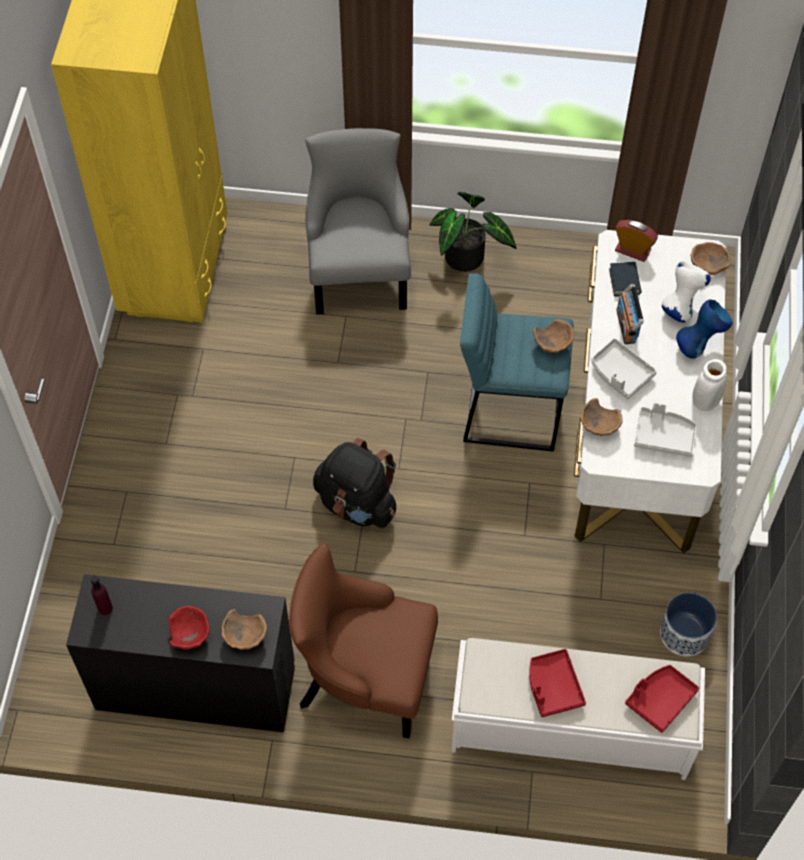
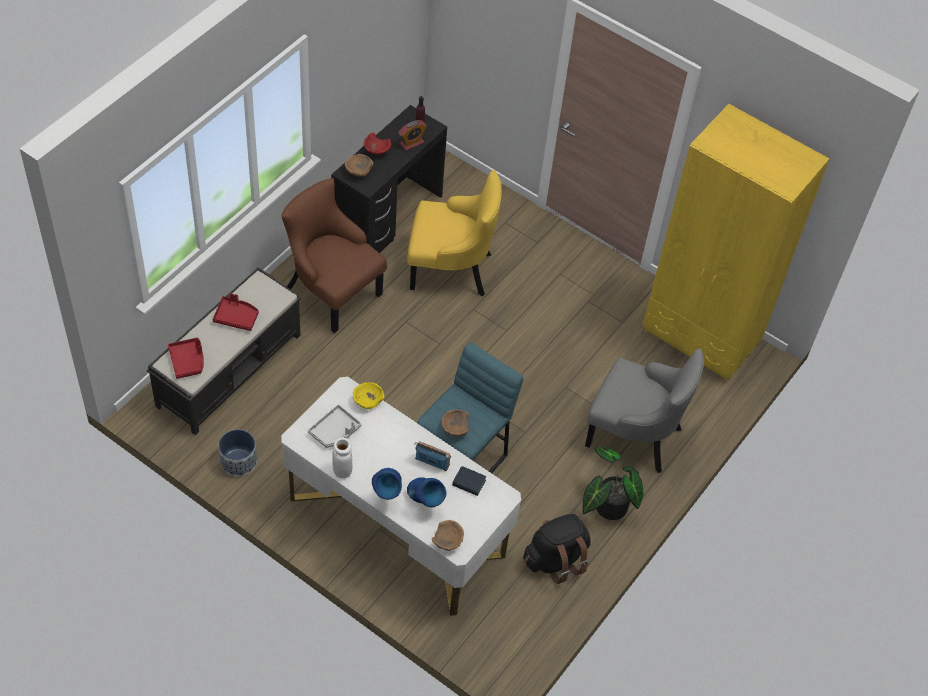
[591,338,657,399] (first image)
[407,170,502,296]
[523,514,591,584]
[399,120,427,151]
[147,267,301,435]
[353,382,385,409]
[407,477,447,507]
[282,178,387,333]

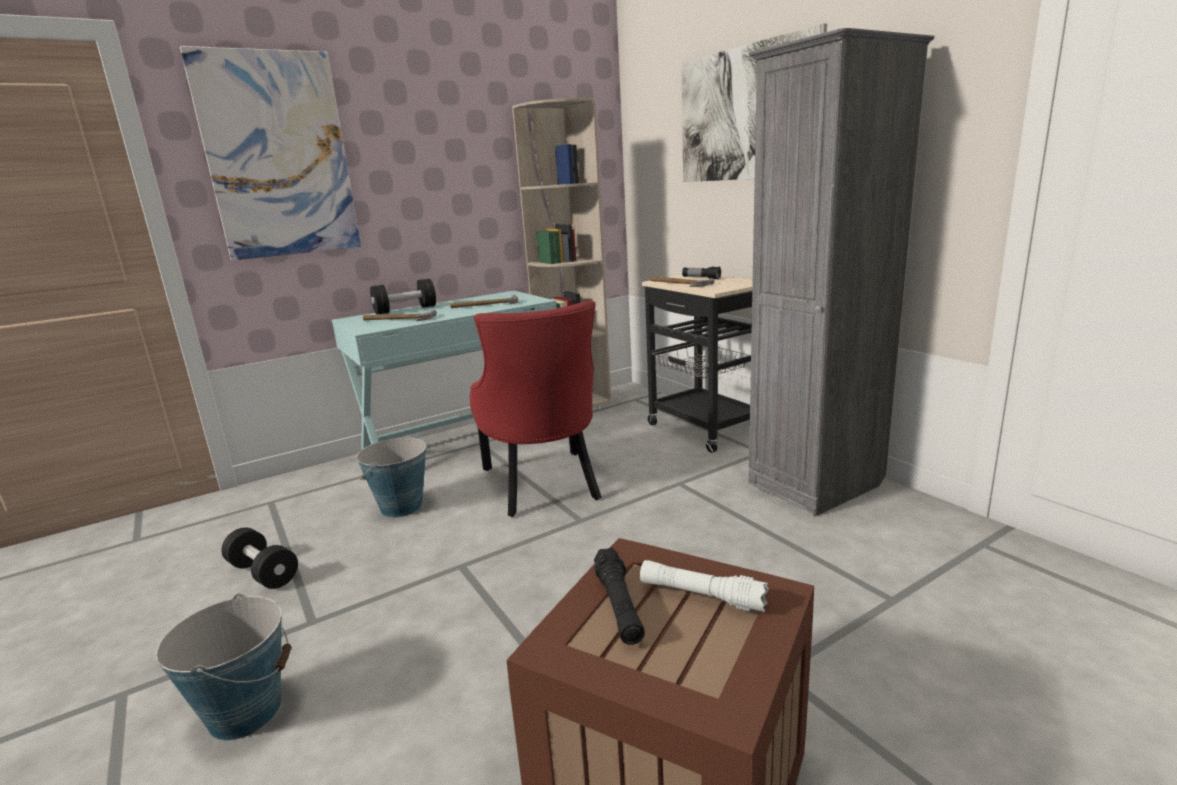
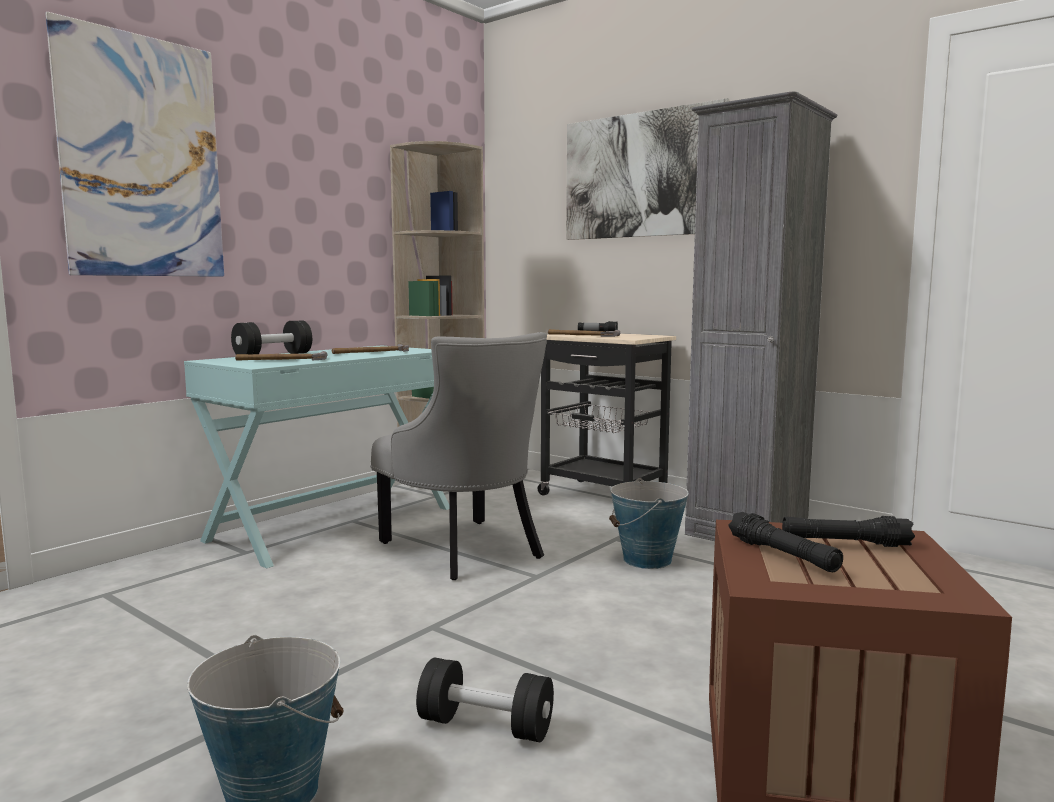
[416,658,554,742]
[609,478,689,569]
[370,332,547,580]
[782,516,915,547]

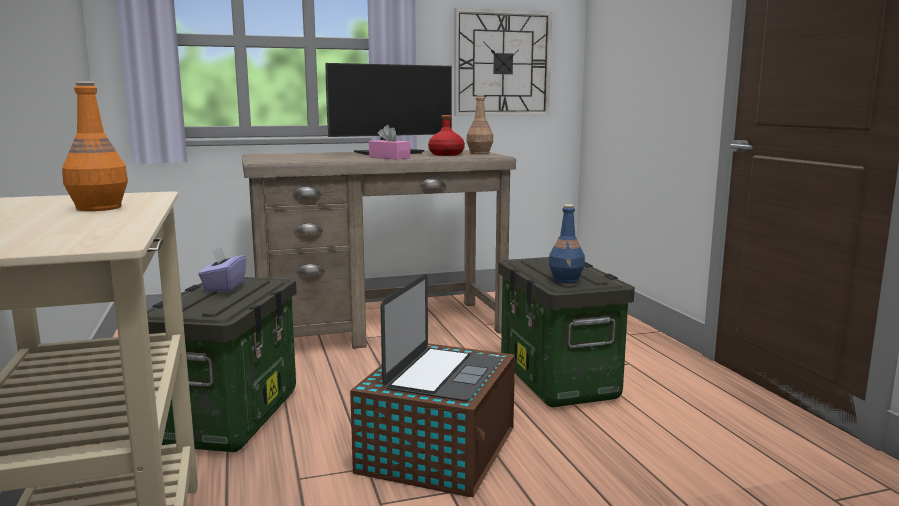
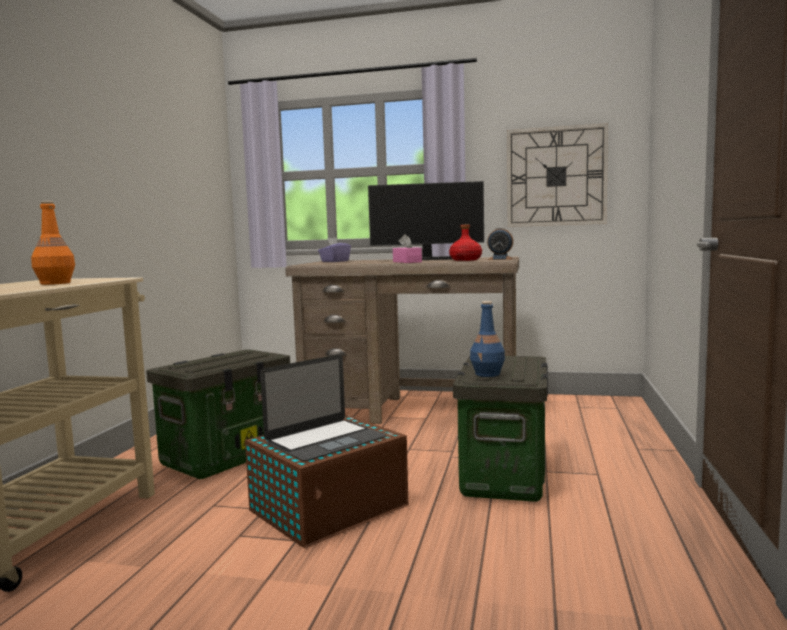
[318,238,351,262]
[487,228,513,260]

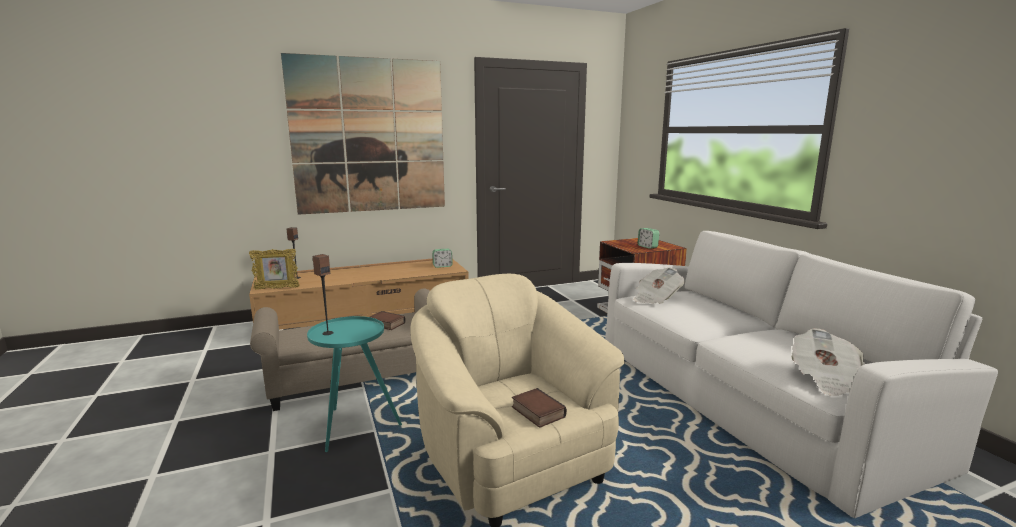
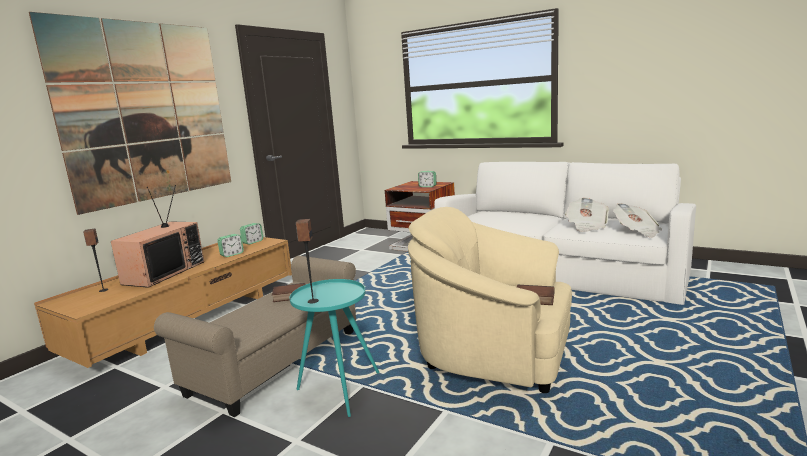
[249,249,300,290] (first image)
[111,185,204,288]
[217,234,244,257]
[565,198,609,232]

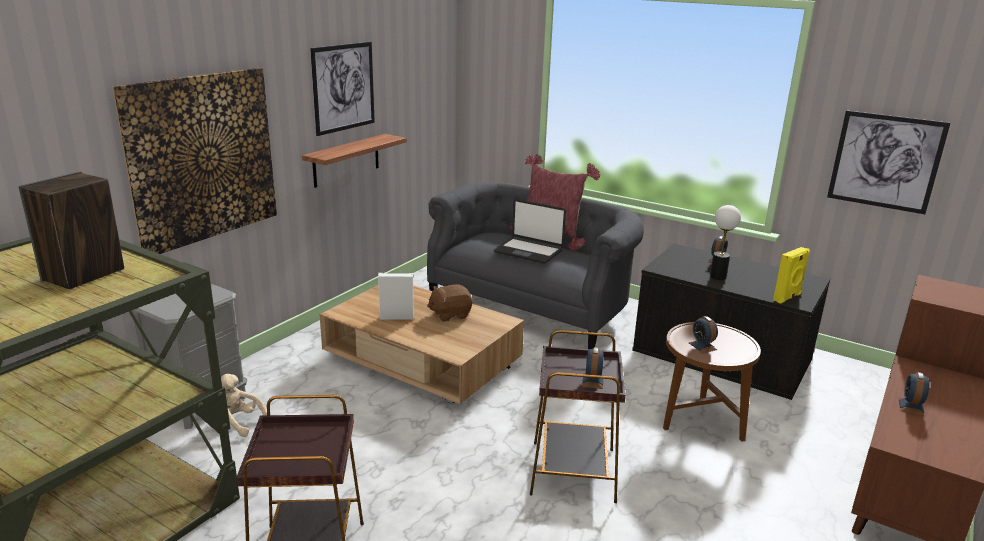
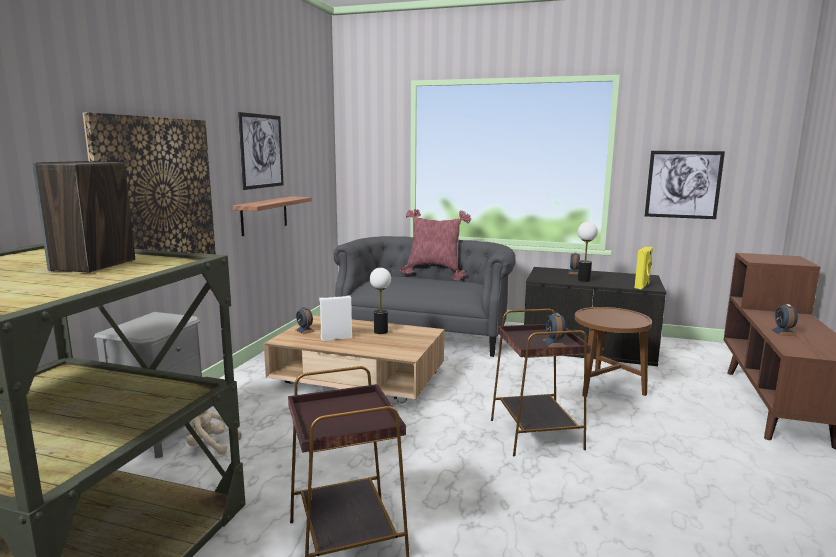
[494,199,566,263] (first image)
[295,307,315,334]
[370,268,391,334]

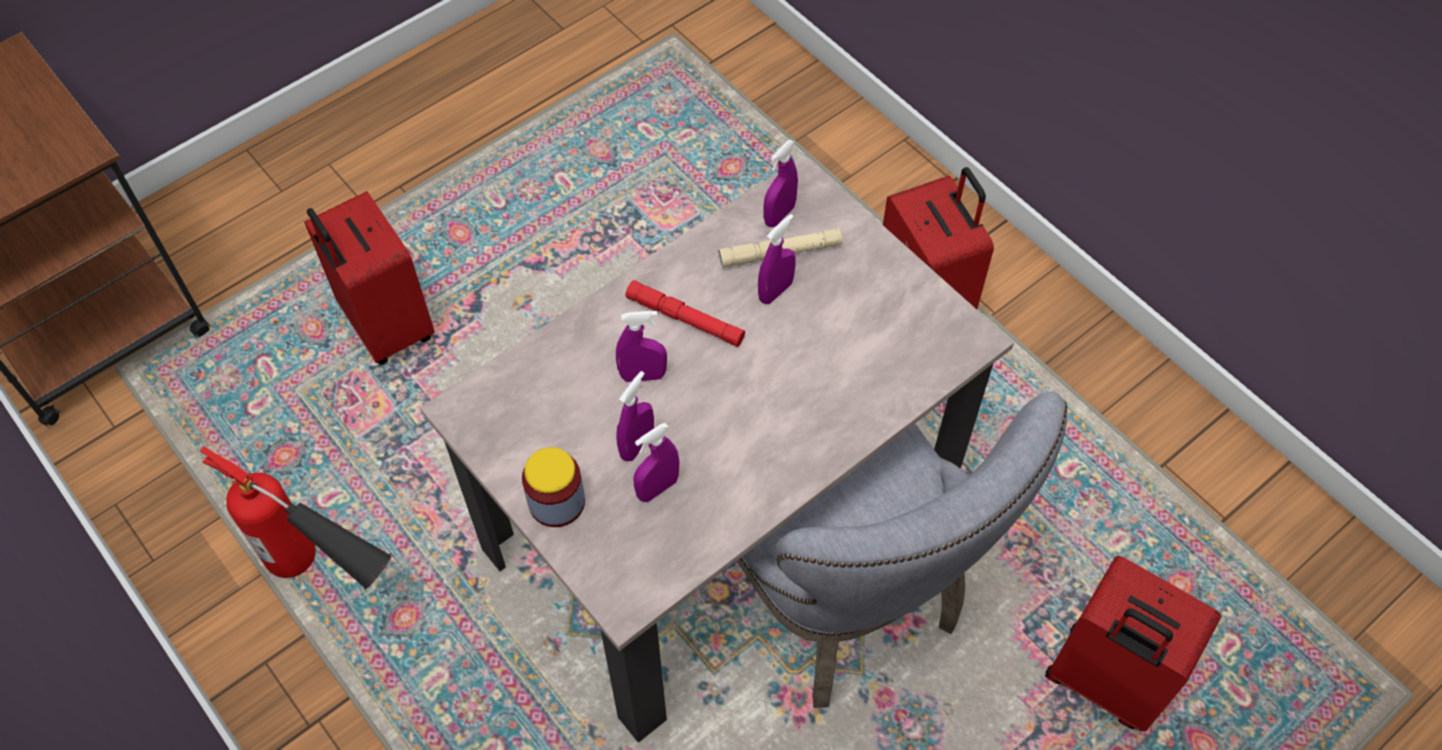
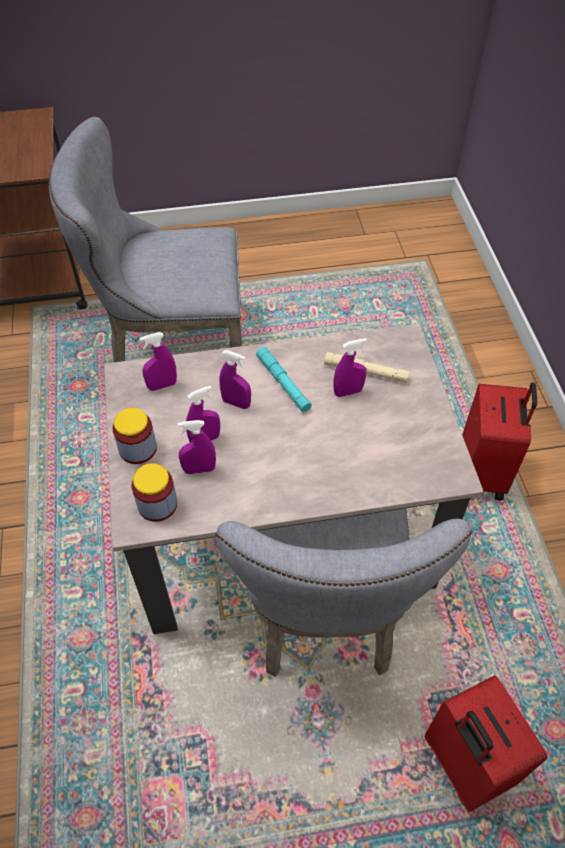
[200,446,392,590] (first image)
[132,463,177,522]
[139,333,177,391]
[49,117,242,362]
[256,347,312,412]

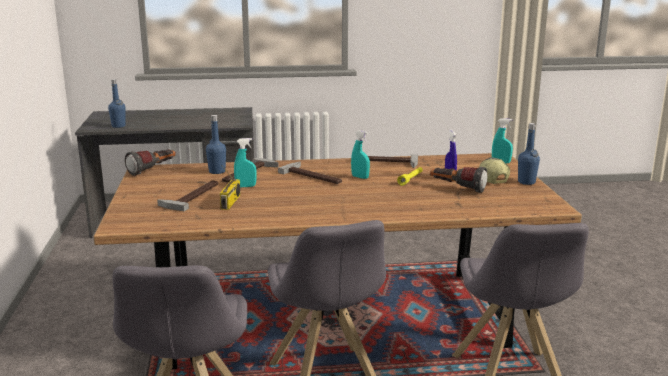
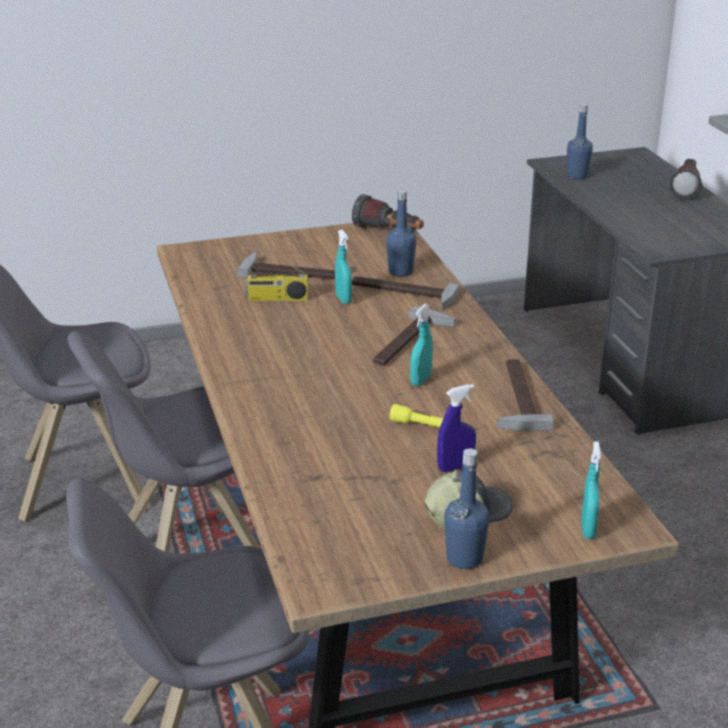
[669,159,703,199]

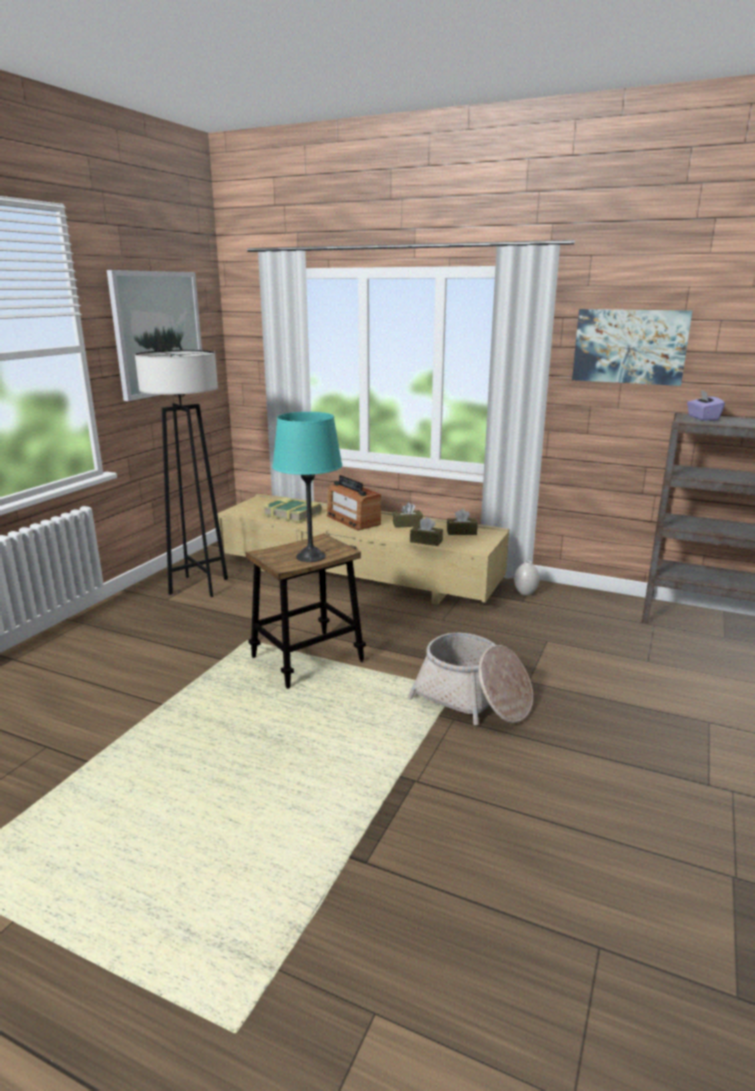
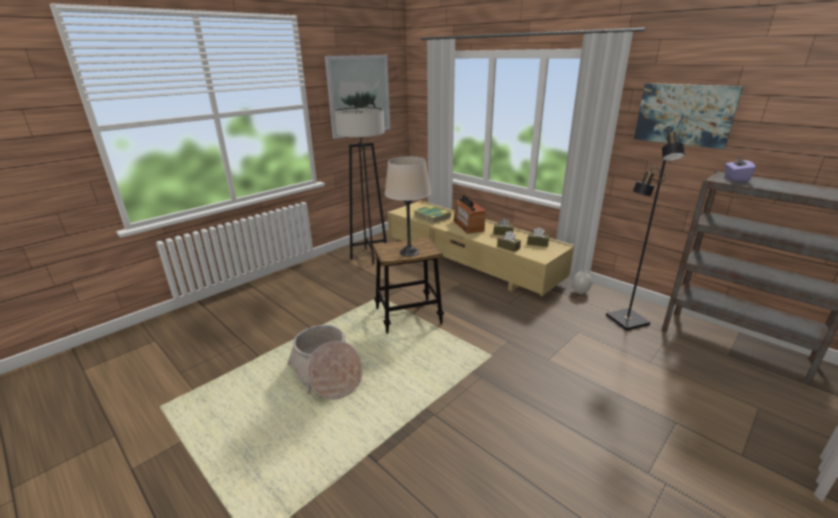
[606,129,685,331]
[288,325,363,400]
[385,157,431,257]

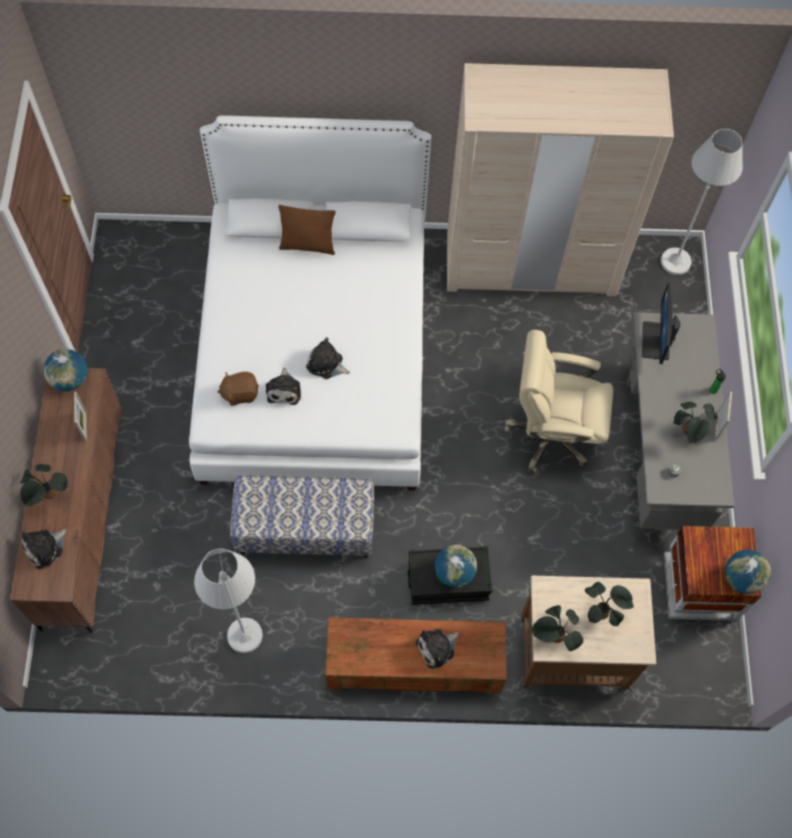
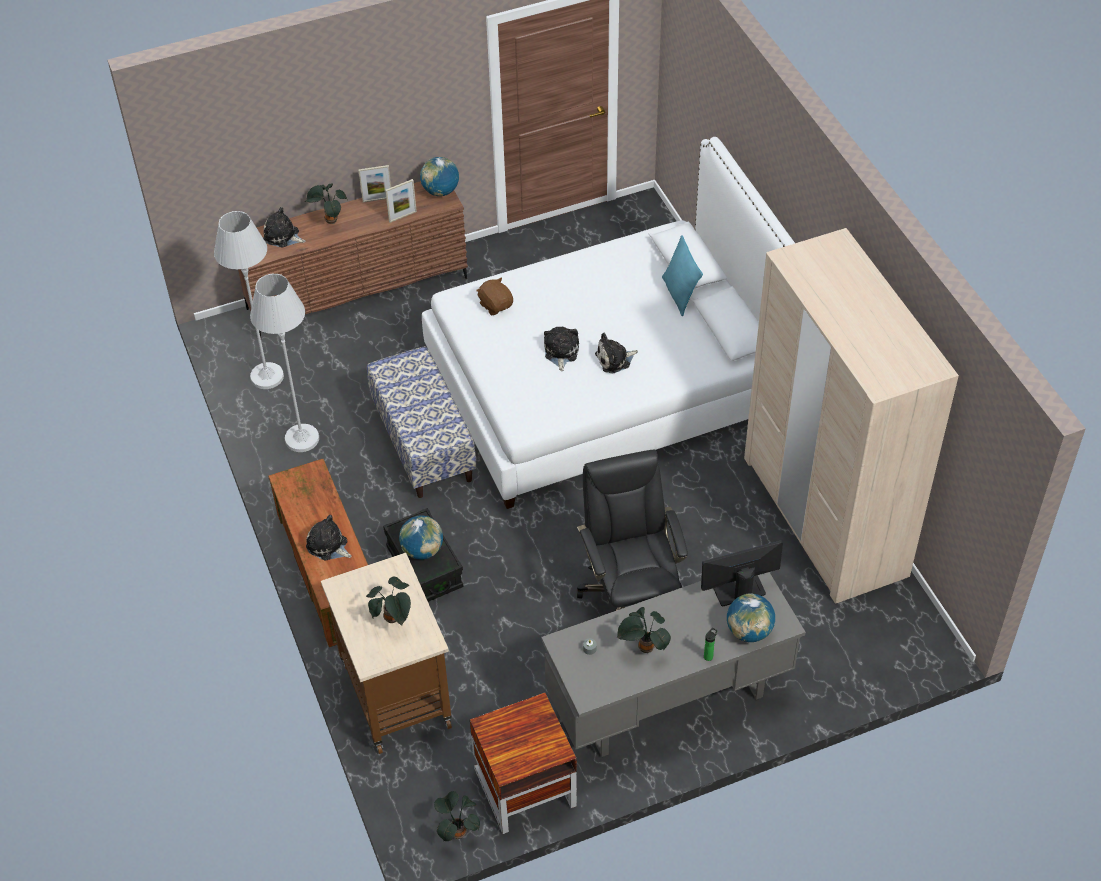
[595,333,638,373]
[434,791,480,841]
[214,211,284,389]
[358,165,391,202]
[727,593,775,642]
[662,236,703,316]
[577,449,688,611]

